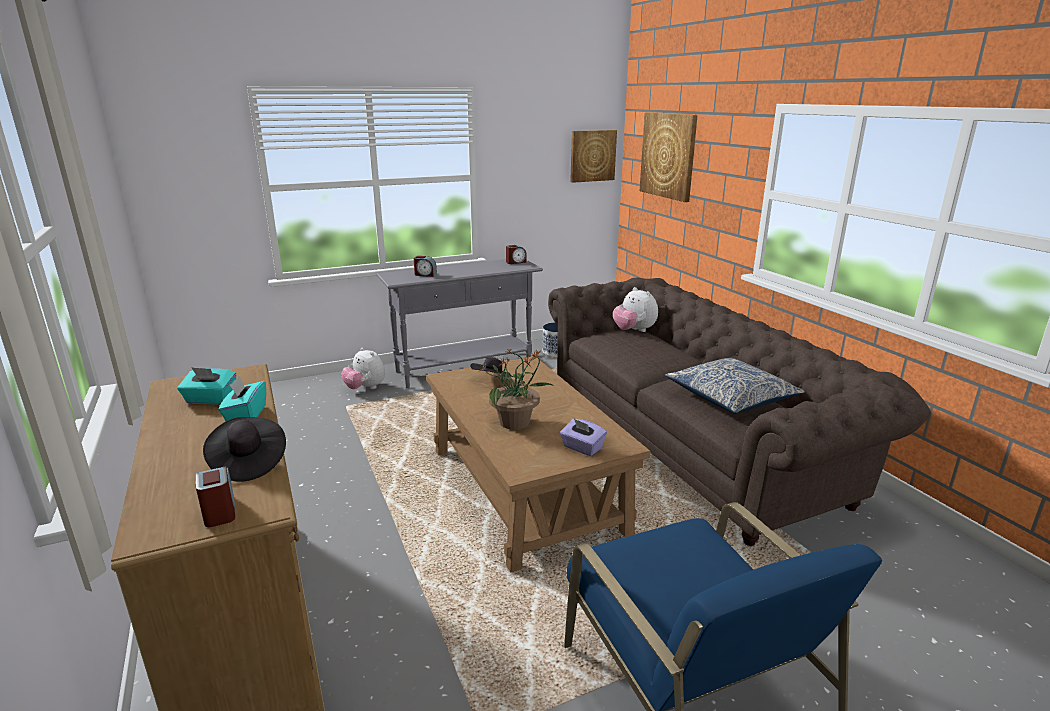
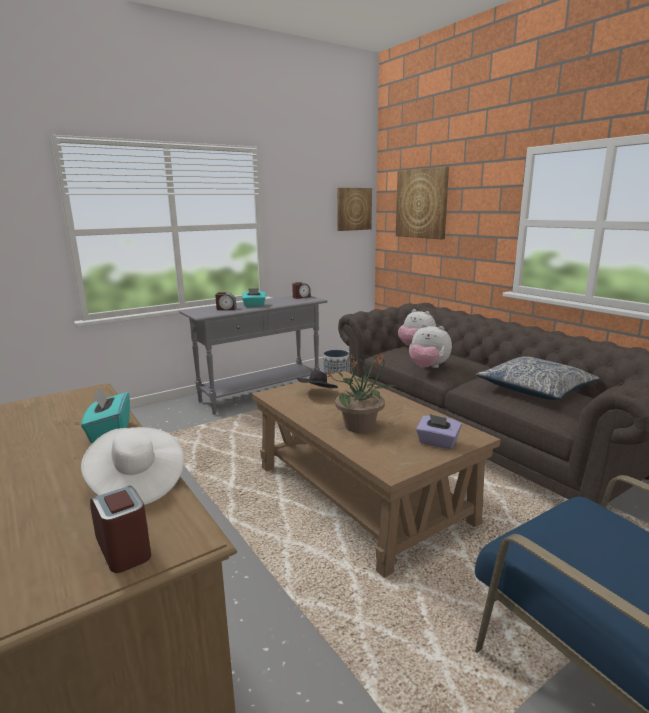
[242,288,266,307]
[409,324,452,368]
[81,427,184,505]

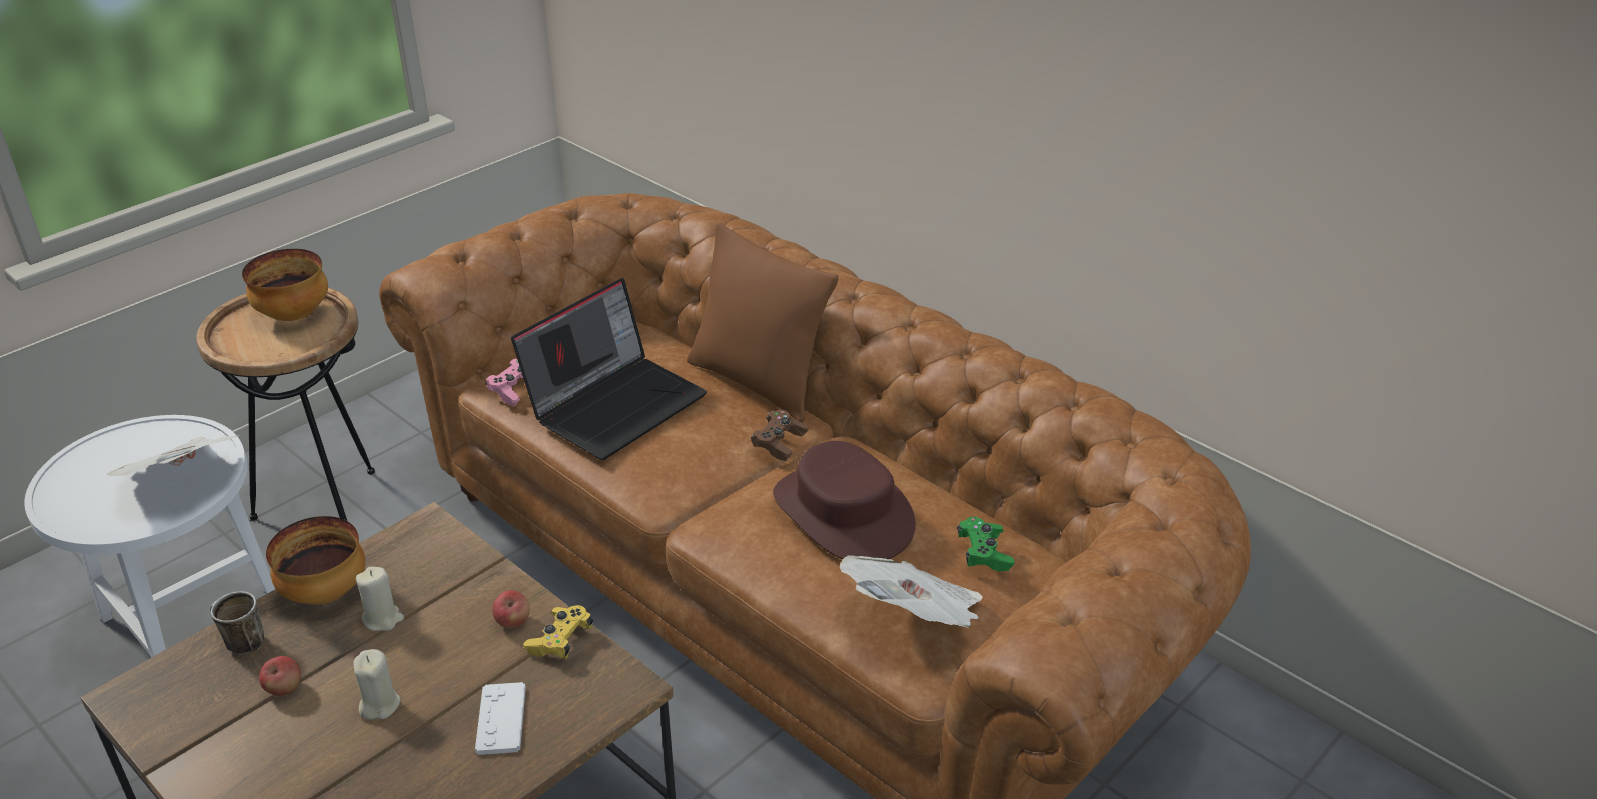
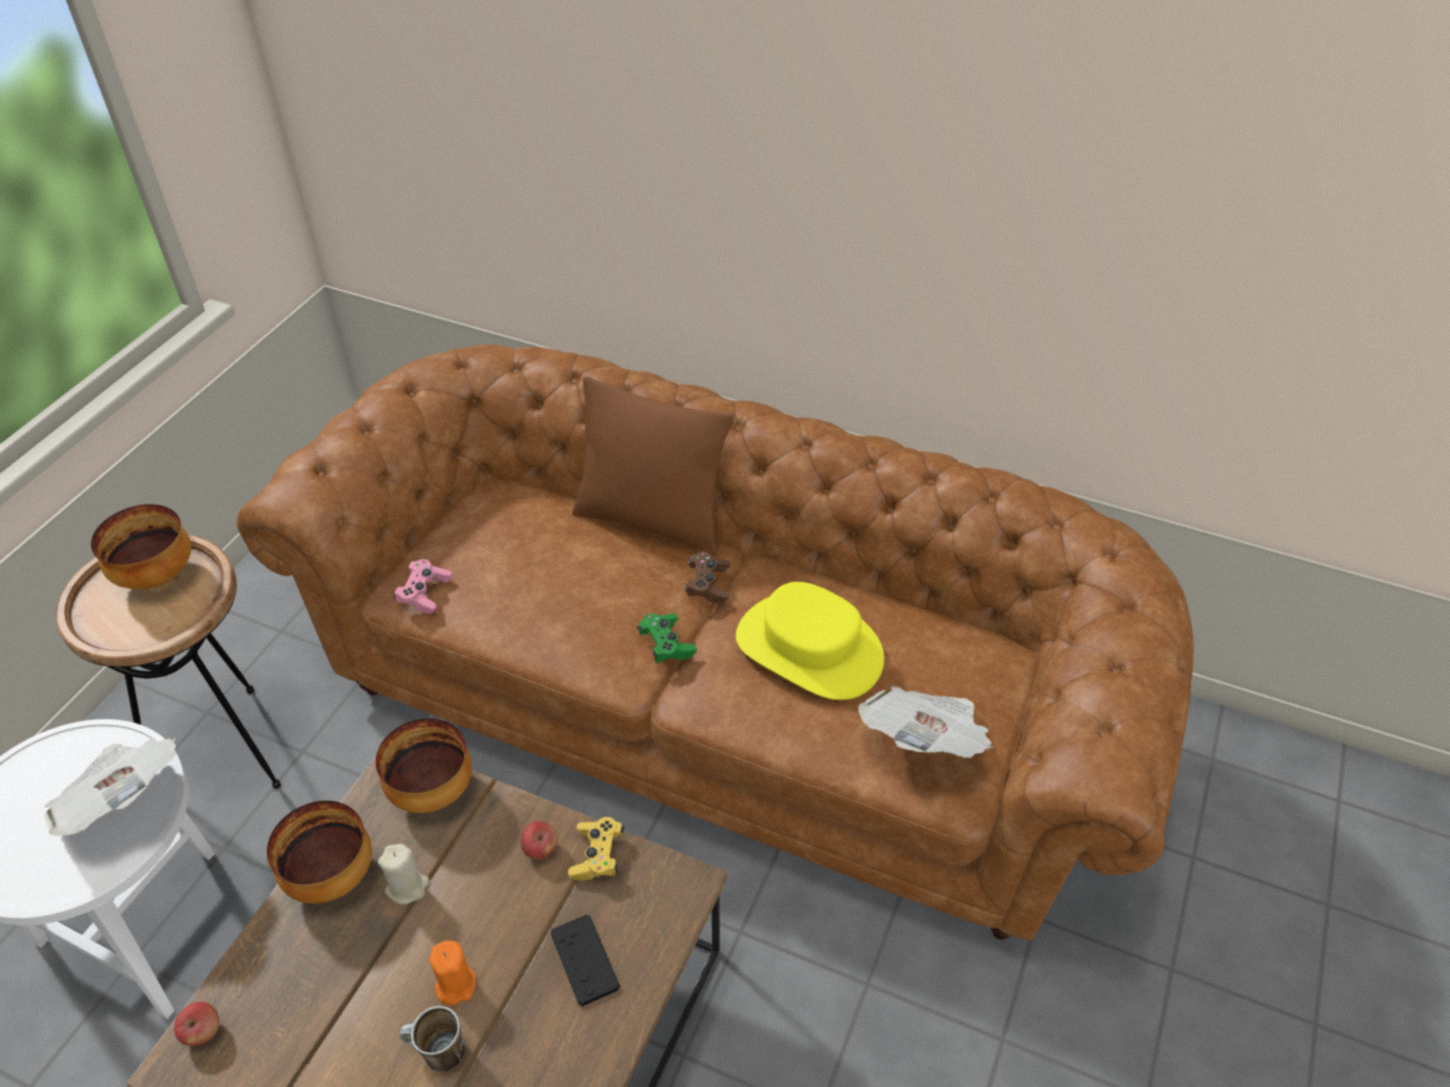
[511,278,707,460] (first image)
[376,718,472,813]
[399,1006,466,1071]
[174,1002,220,1046]
[637,613,697,663]
[429,940,476,1006]
[550,914,620,1006]
[736,582,884,700]

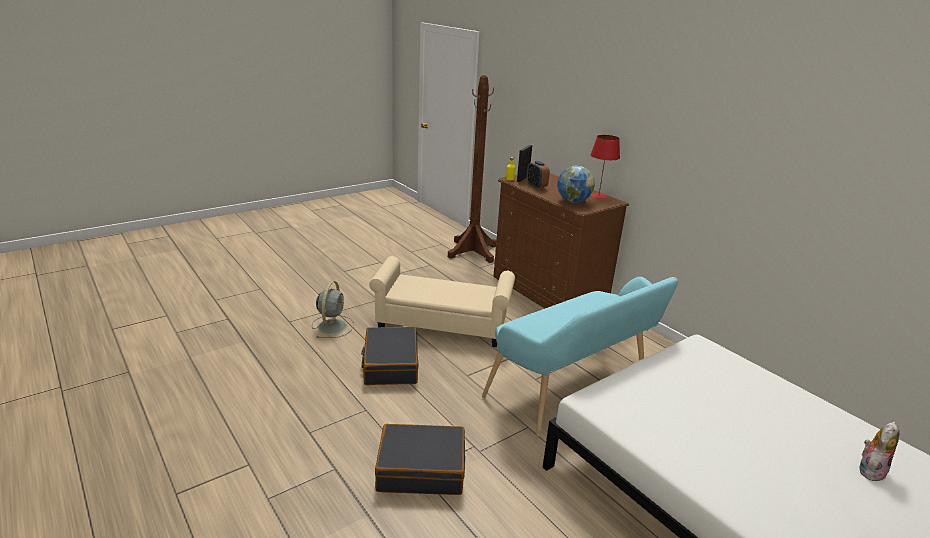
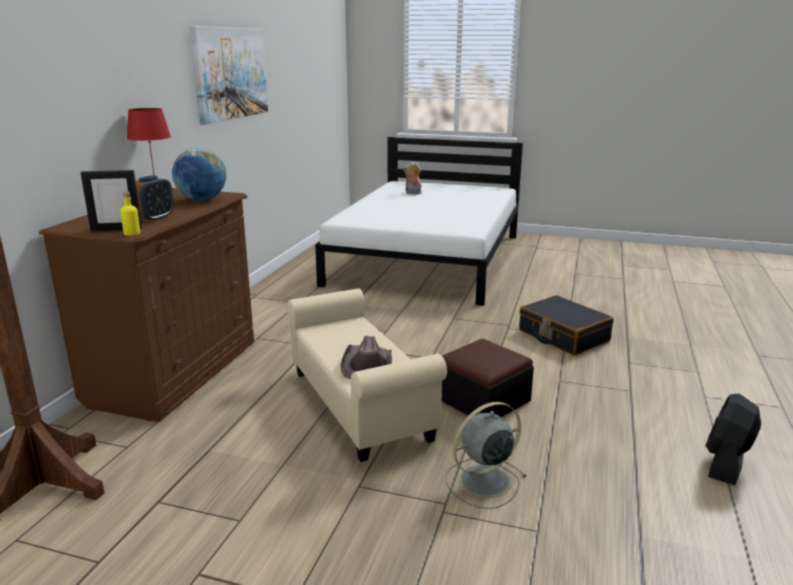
[482,277,678,437] (first image)
[190,26,268,125]
[341,336,392,379]
[705,394,761,485]
[442,339,534,417]

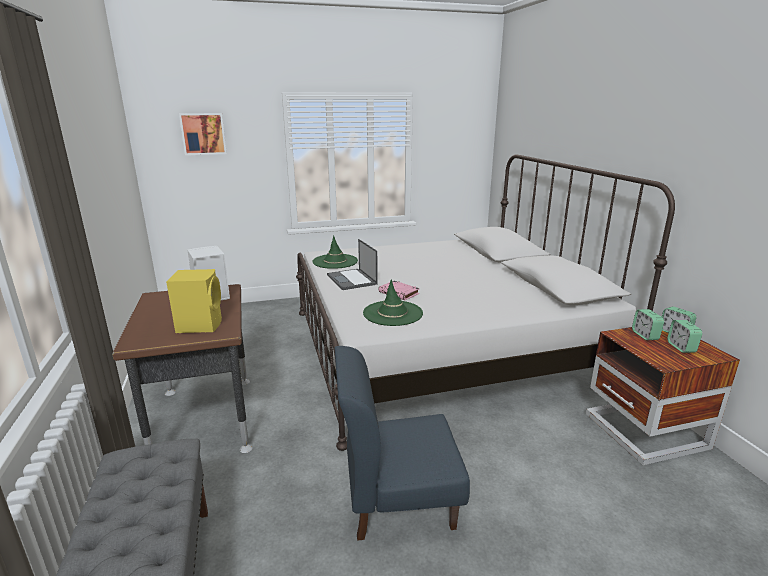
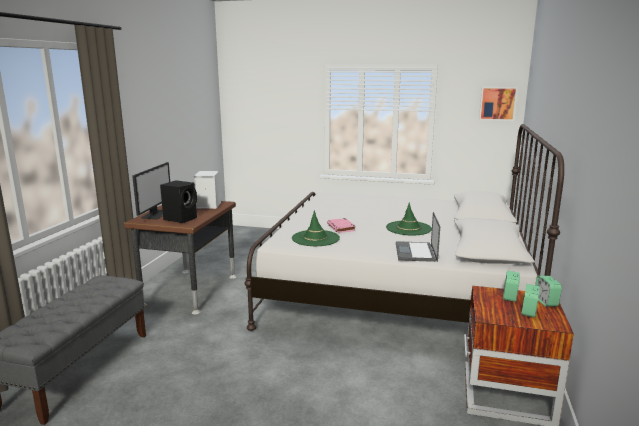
[335,346,470,541] (first image)
[132,162,170,219]
[479,87,518,121]
[386,202,432,236]
[396,212,440,262]
[160,180,197,223]

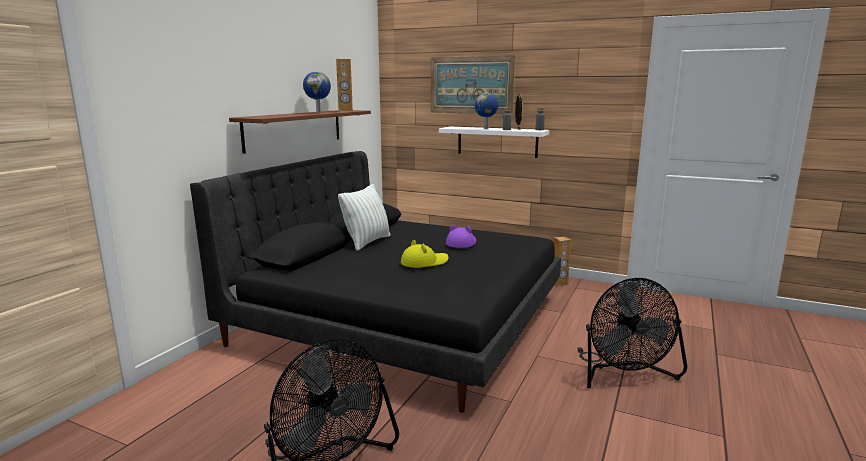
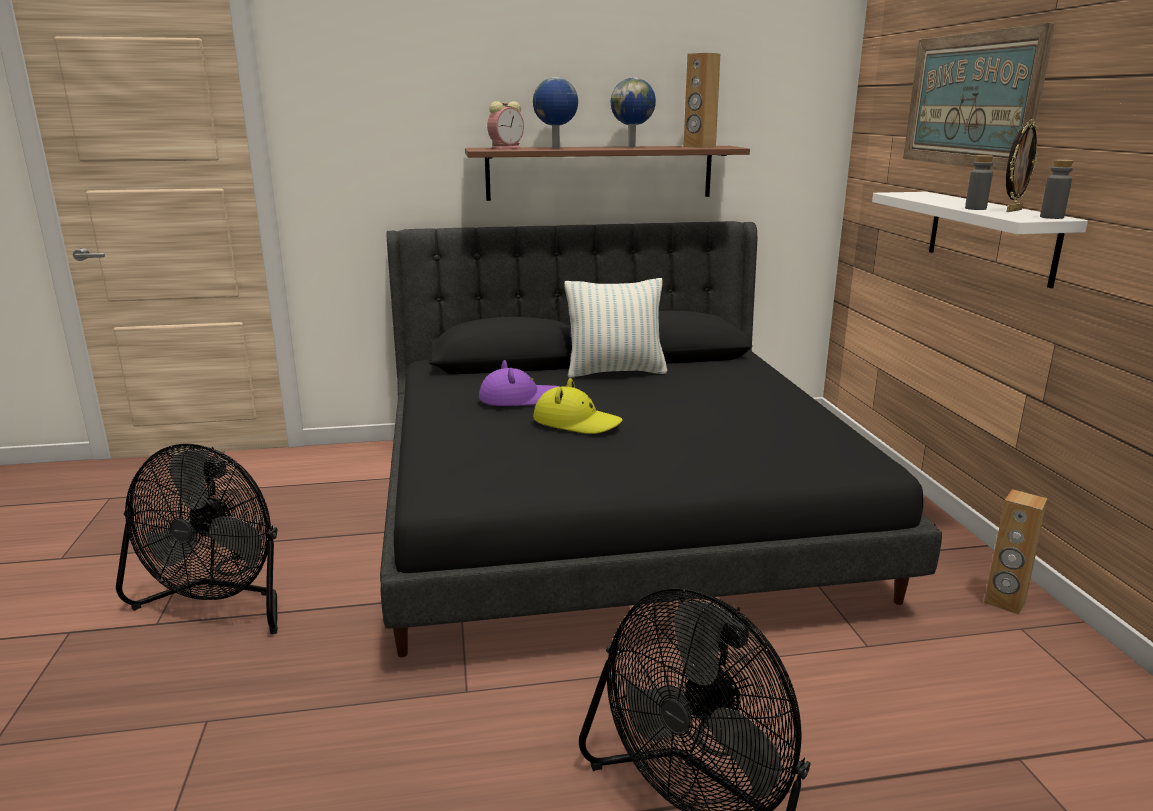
[487,101,524,149]
[479,360,559,406]
[533,77,578,148]

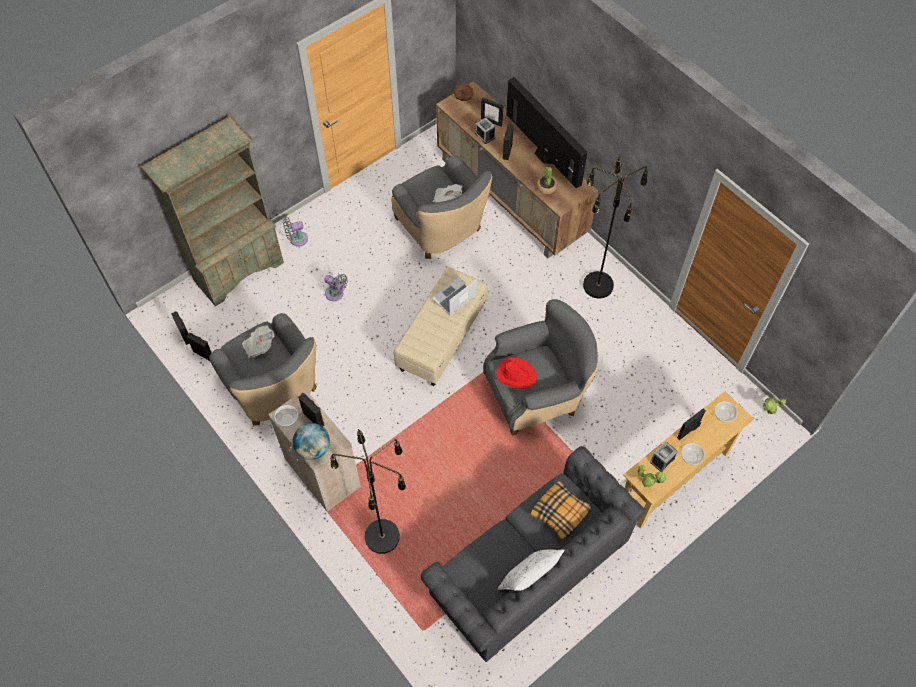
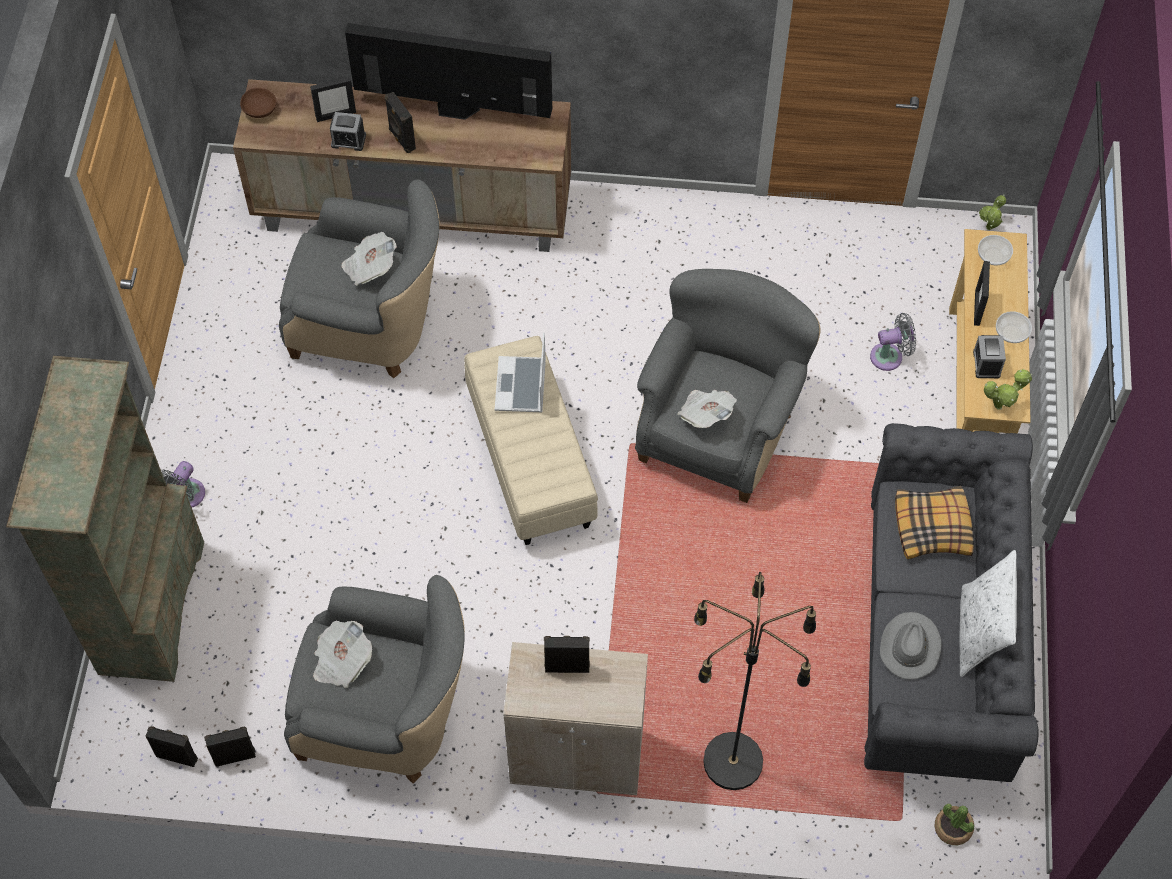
[274,405,298,427] (first image)
[293,423,330,460] (first image)
[583,155,648,299] (first image)
[880,612,941,680]
[870,313,916,371]
[934,804,974,845]
[677,390,737,428]

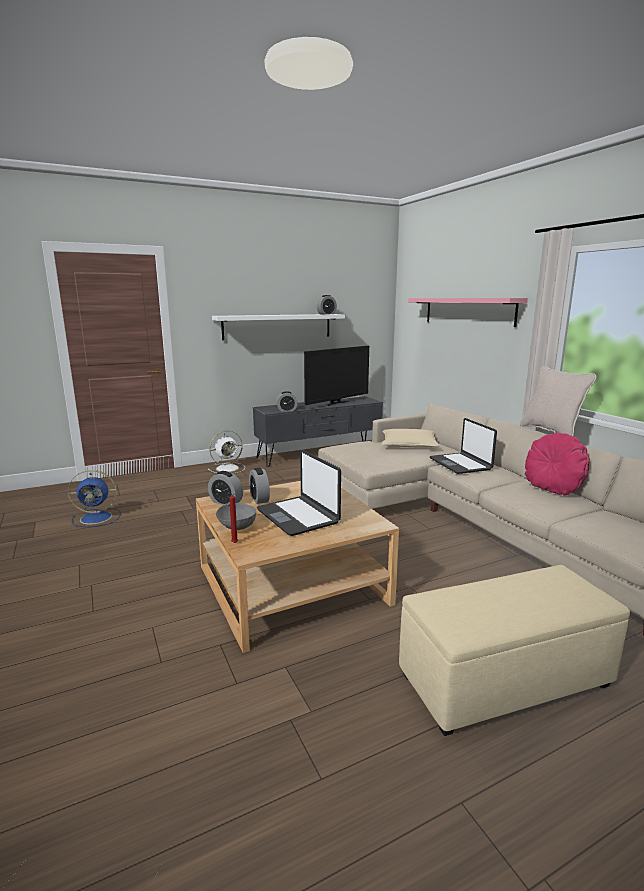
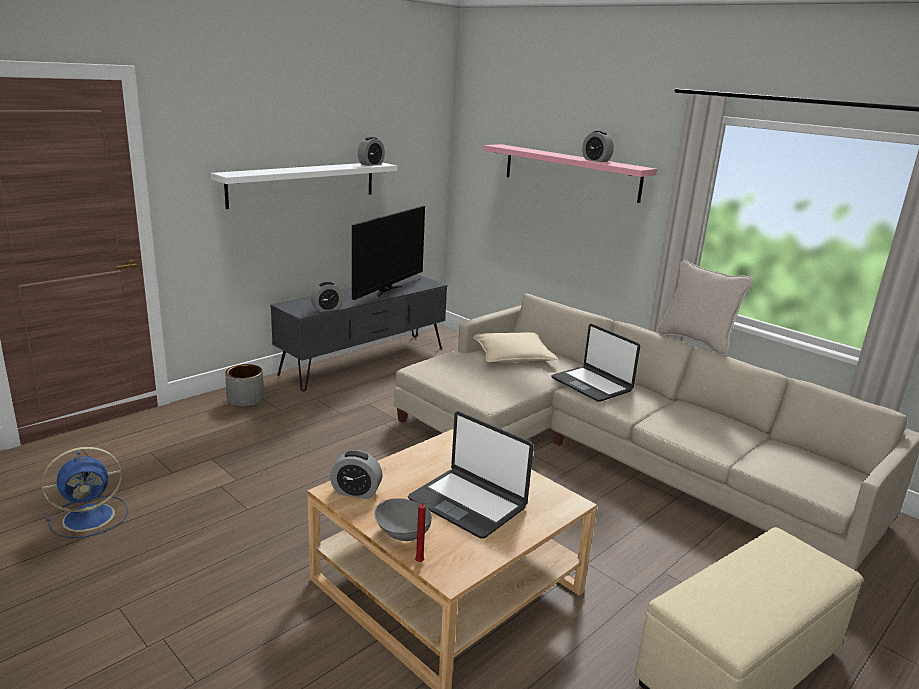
[525,433,590,495] (first image)
[582,131,614,162]
[225,364,264,407]

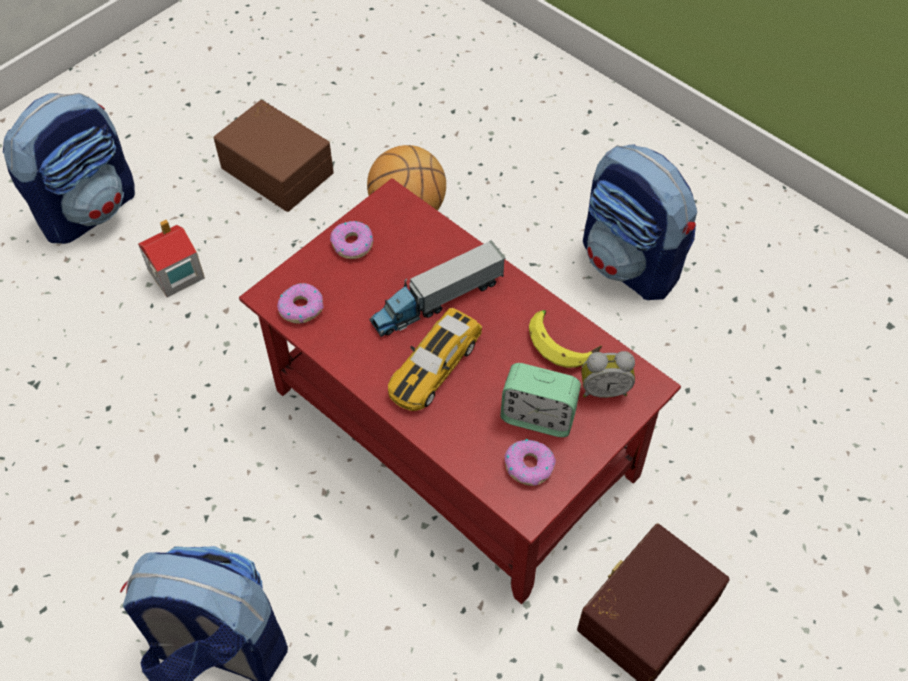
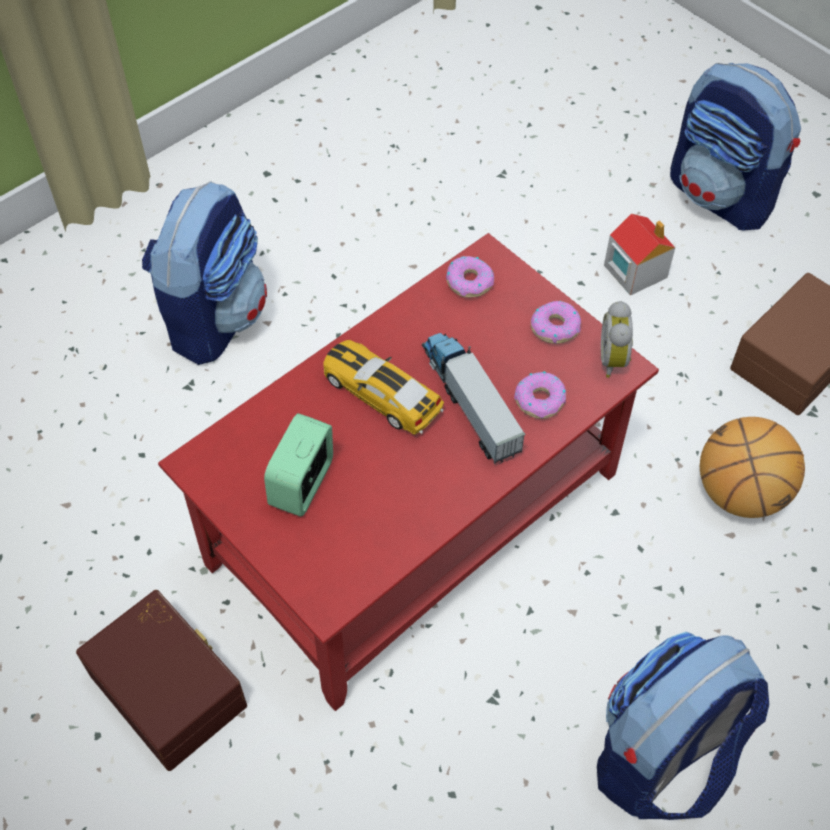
[529,310,602,368] (first image)
[514,371,566,419]
[601,301,633,378]

